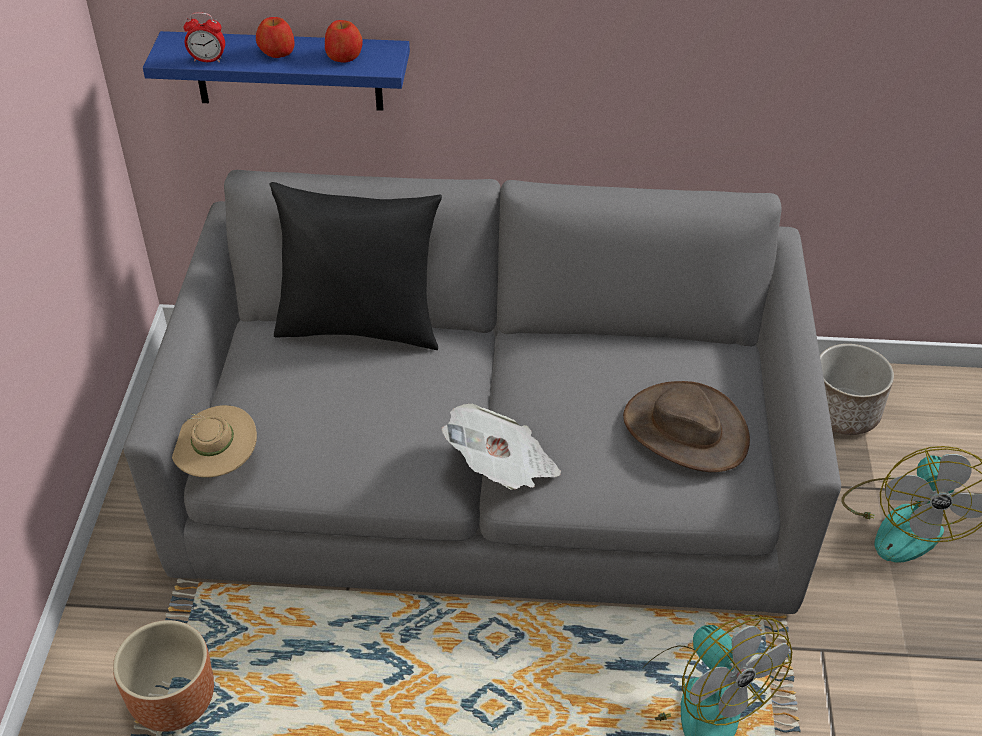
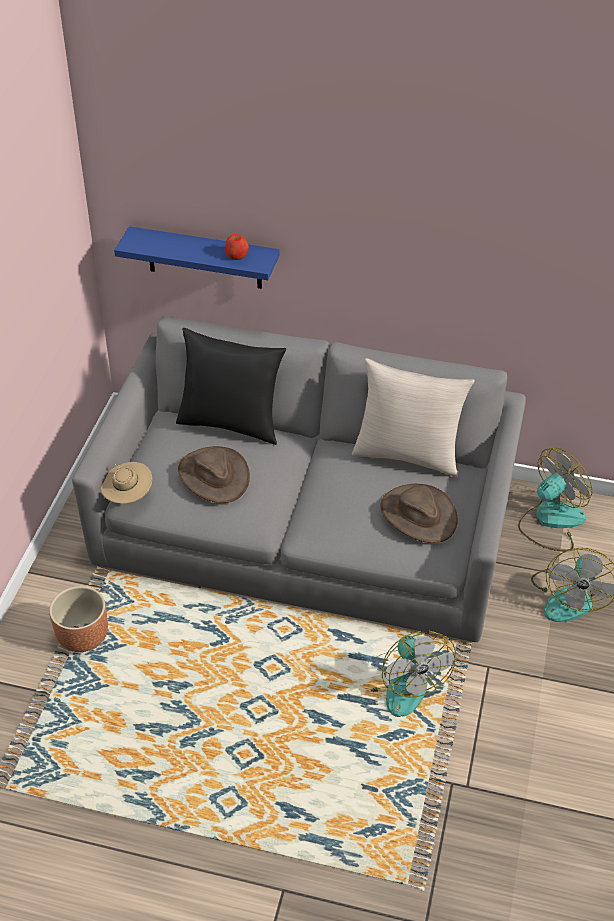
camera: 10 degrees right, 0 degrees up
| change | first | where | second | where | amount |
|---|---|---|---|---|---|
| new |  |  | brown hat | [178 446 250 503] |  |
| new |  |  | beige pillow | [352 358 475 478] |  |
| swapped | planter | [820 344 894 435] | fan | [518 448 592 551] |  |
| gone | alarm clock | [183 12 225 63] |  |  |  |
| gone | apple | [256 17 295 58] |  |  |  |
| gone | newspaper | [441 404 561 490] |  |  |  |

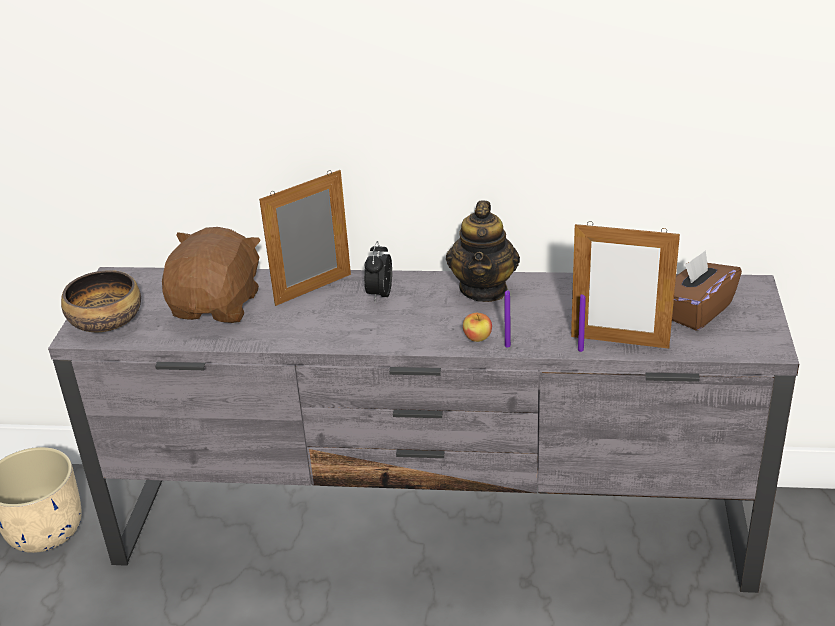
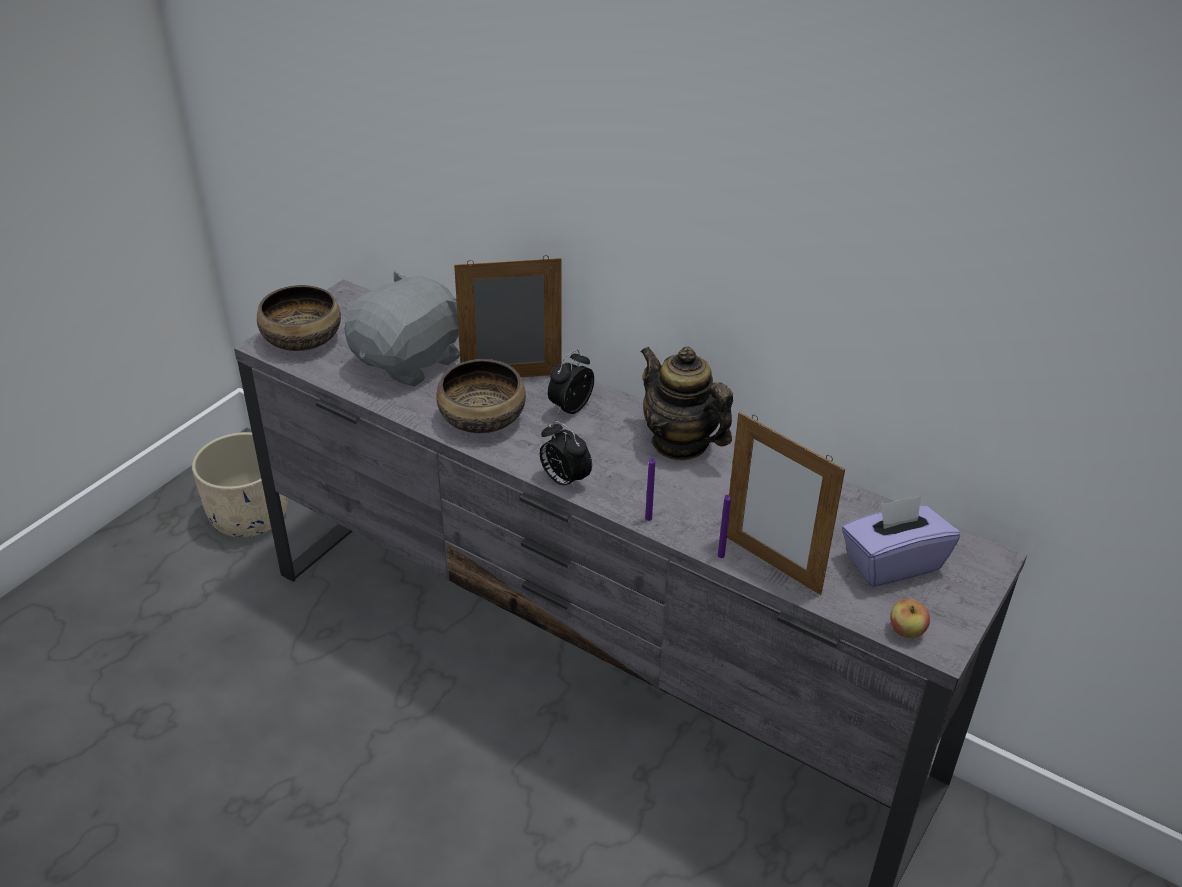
camera: 25 degrees right, 5 degrees up
| change | first | where | second | where | amount |
|---|---|---|---|---|---|
| repainted | brown plush toy | [162 227 261 323] | grey plush toy | [344 271 460 386] |  |
| new |  |  | bowl | [436 359 526 433] |  |
| new |  |  | alarm clock | [540 421 592 491] |  |
| rotated | teapot | [446 200 520 302] |  | [640 346 733 460] | 105 degrees clockwise |
| repainted | brown tissue box | [672 250 742 331] | purple tissue box | [842 496 960 587] |  |
| shifted | apple | [463 313 492 342] |  | [890 599 930 638] |  |

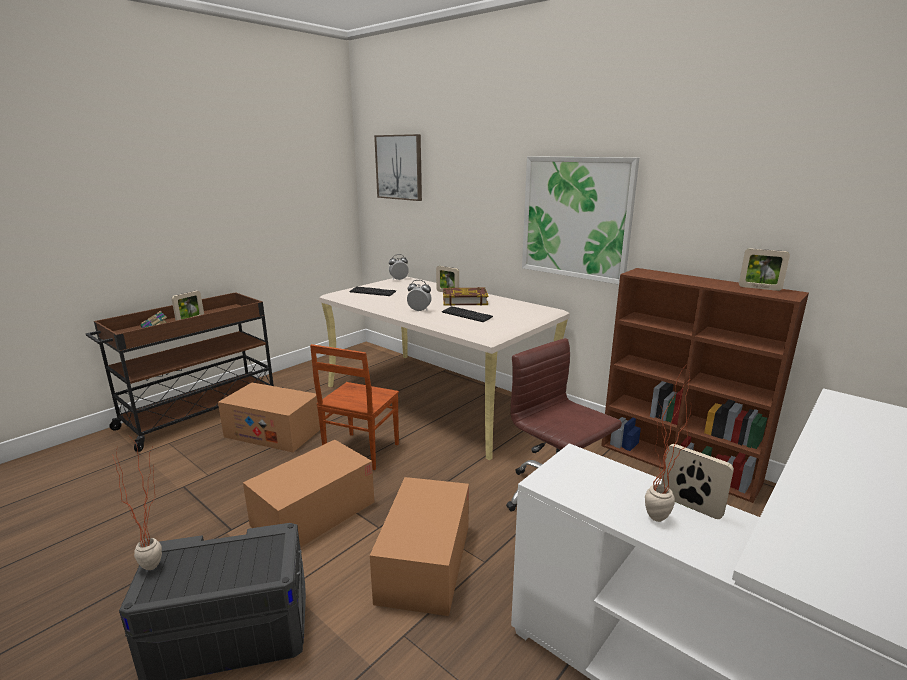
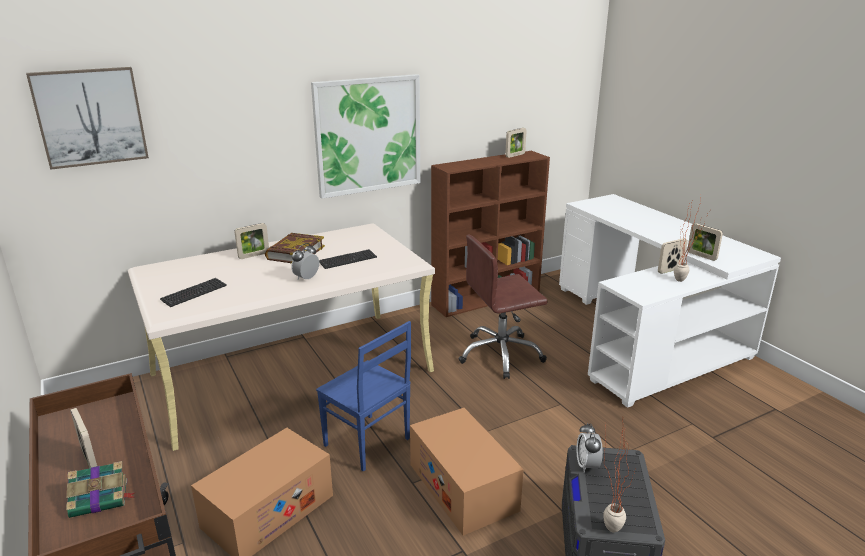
camera: 70 degrees left, 5 degrees up
| change | first | where | second | where | amount |
|---|---|---|---|---|---|
| repainted | brown chair | [310 344 399 470] | blue chair | [316 321 411 472] |  |
| shifted | alarm clock | [389 254 409 280] |  | [576 423 603 473] |  |
| new |  |  | picture frame | [687 223 723 261] |  |
| gone | cardboard box | [370 477 469 616] |  |  |  |

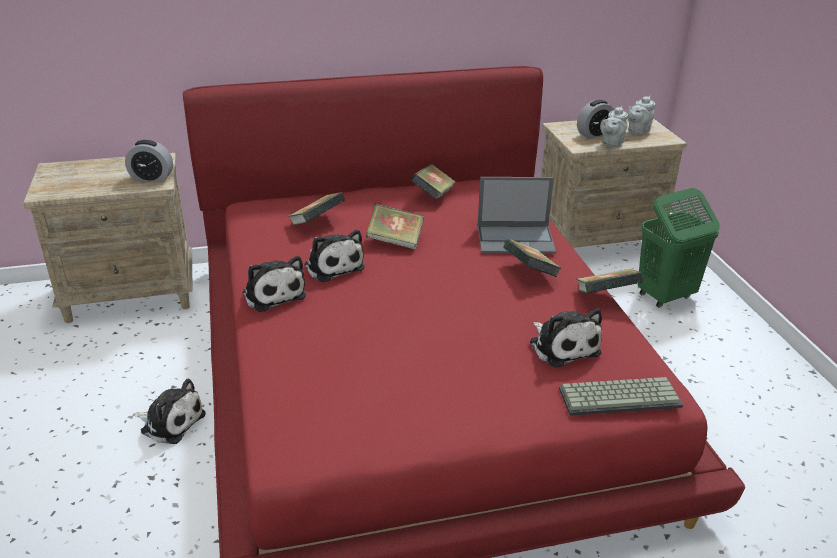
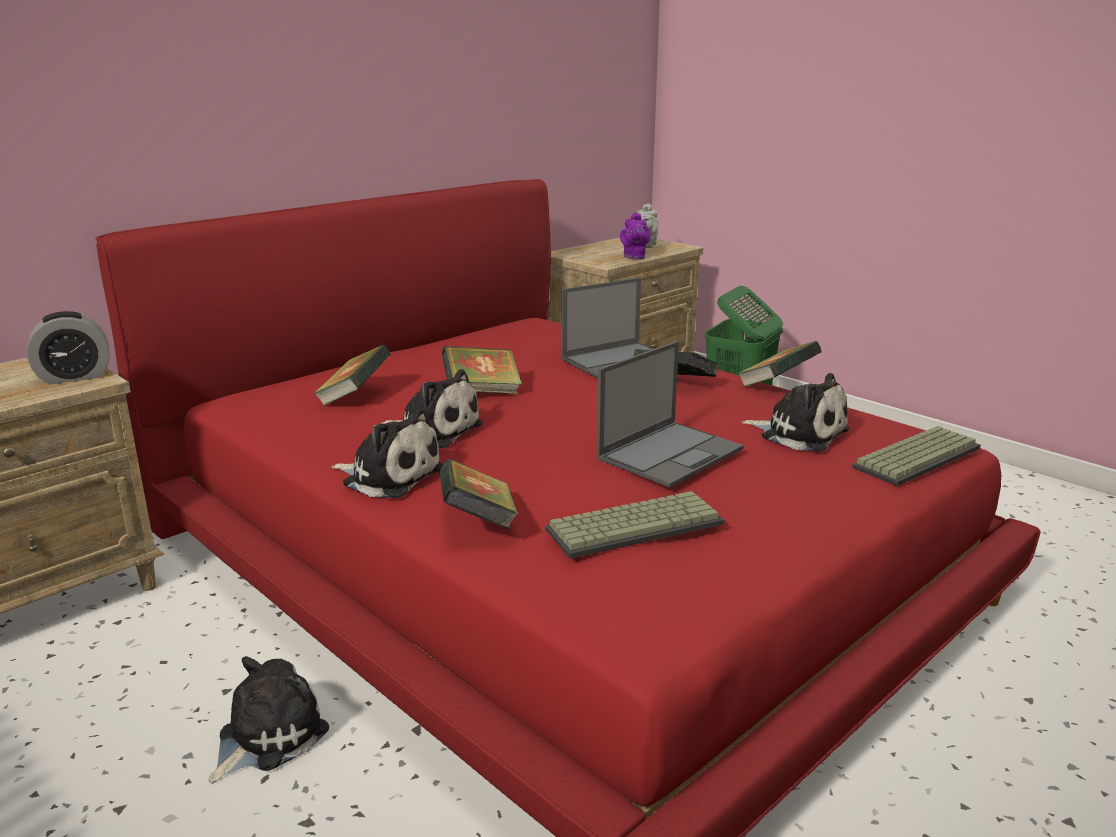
camera: 30 degrees left, 10 degrees down
| change | first | where | second | where | amount |
|---|---|---|---|---|---|
| rotated | plush toy | [133 378 206 444] |  | [209 656 329 784] | 45 degrees counterclockwise |
| shifted | book | [411 164 456 200] |  | [439 459 519 529] |  |
| new |  |  | keyboard | [546 491 725 559] |  |
| new |  |  | laptop | [597 341 744 488] |  |
| repainted | grey teapot | [600 106 628 147] | purple teapot | [620 212 651 259] |  |
| gone | alarm clock | [577 100 614 139] |  |  |  |

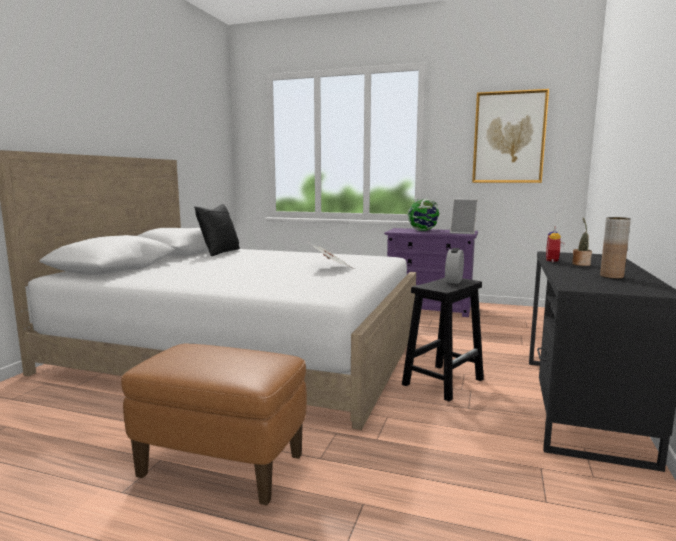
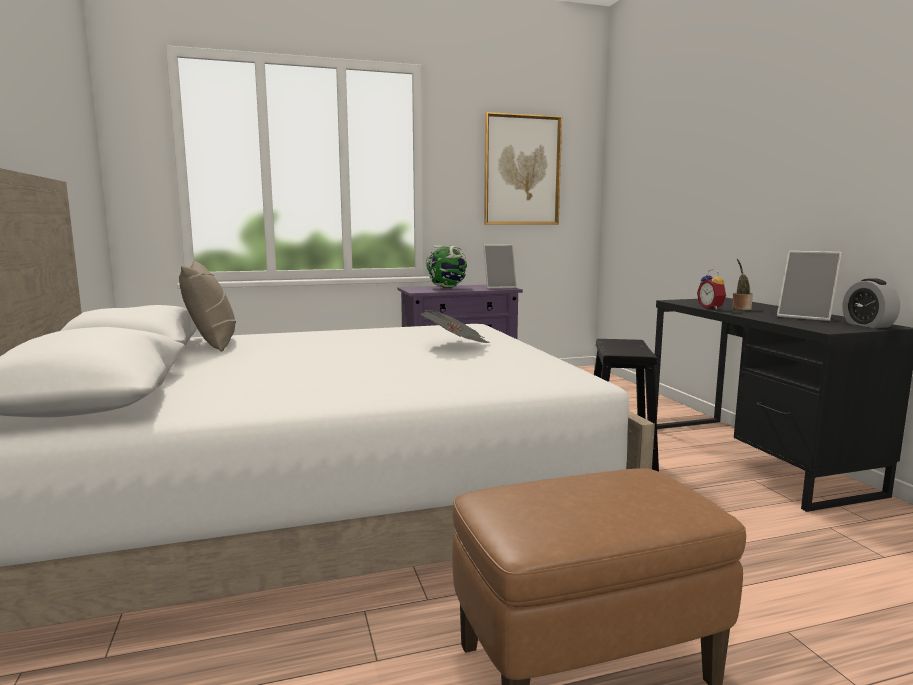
camera: 35 degrees left, 0 degrees up
| change | first | where | second | where | amount |
|---|---|---|---|---|---|
| repainted | black pillow | [194 204 240 256] | beige pillow | [179 261 237 351] |  |
| swapped | brown vase | [600 217 631 279] | picture frame | [777 251 842 321] |  |
| shifted | alarm clock | [445 248 464 284] |  | [842 278 900 328] |  |

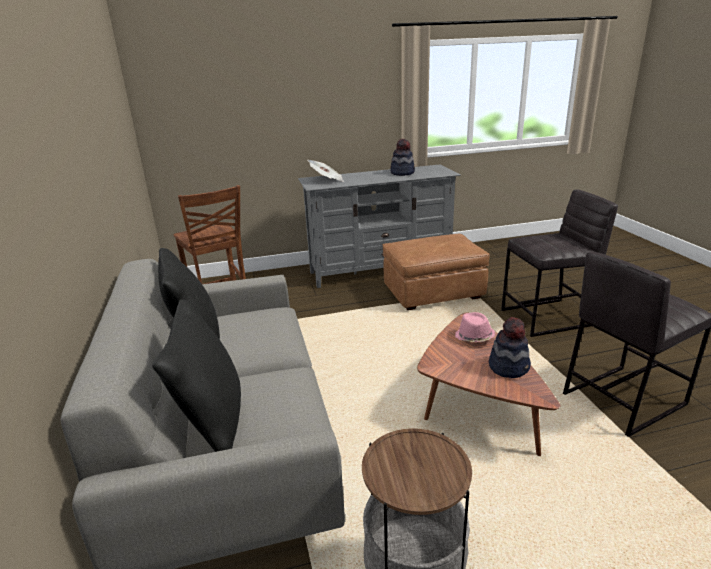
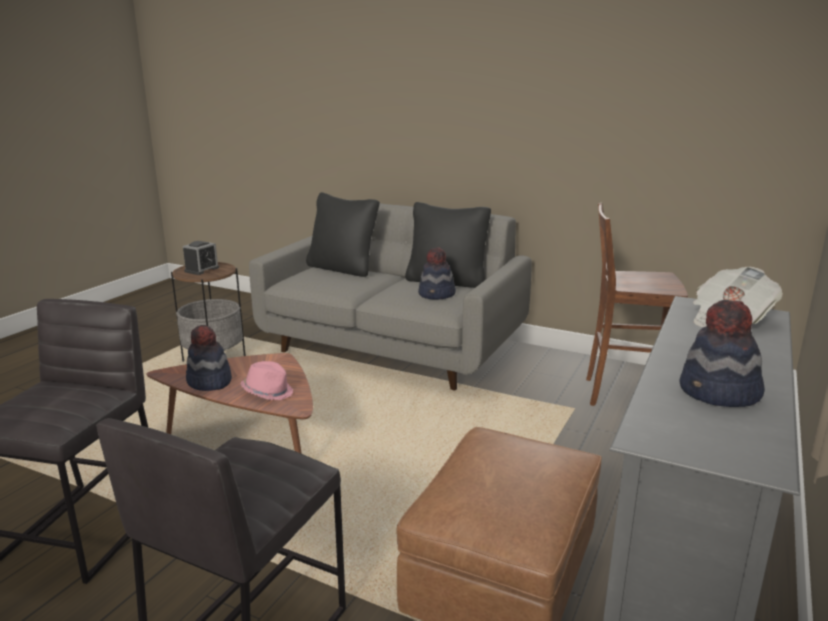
camera: 130 degrees right, 5 degrees down
| change | first | where | second | where | amount |
|---|---|---|---|---|---|
| new |  |  | alarm clock | [183 241 219 275] |  |
| new |  |  | hat | [418 247 456 300] |  |

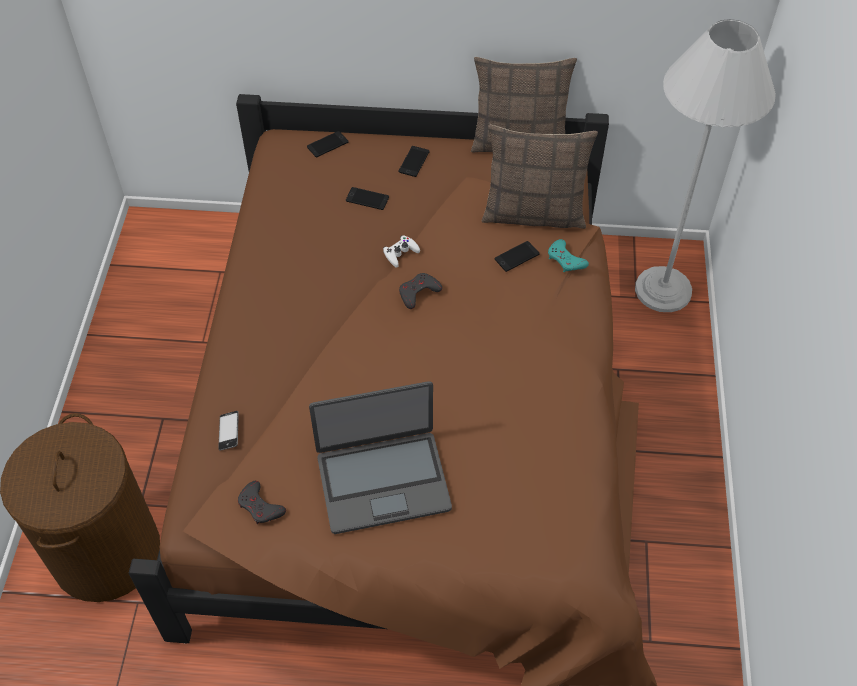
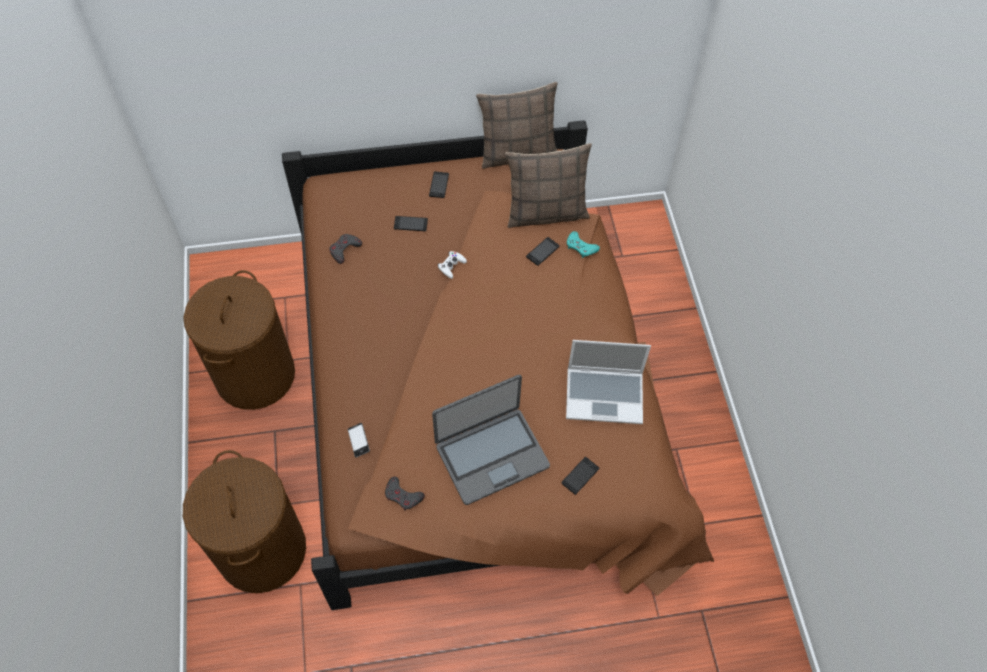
camera: 15 degrees left, 5 degrees up
| change | first | where | second | where | amount |
|---|---|---|---|---|---|
| new |  |  | brown laundry basket | [183 270 295 410] |  |
| shifted | grey game controller | [399 273 442 309] |  | [329 234 362 264] |  |
| shifted | phone | [307 131 348 157] |  | [561 457 599 495] |  |
| new |  |  | laptop | [566 340 651 424] |  |
| gone | white floor lamp | [635 19 776 312] |  |  |  |

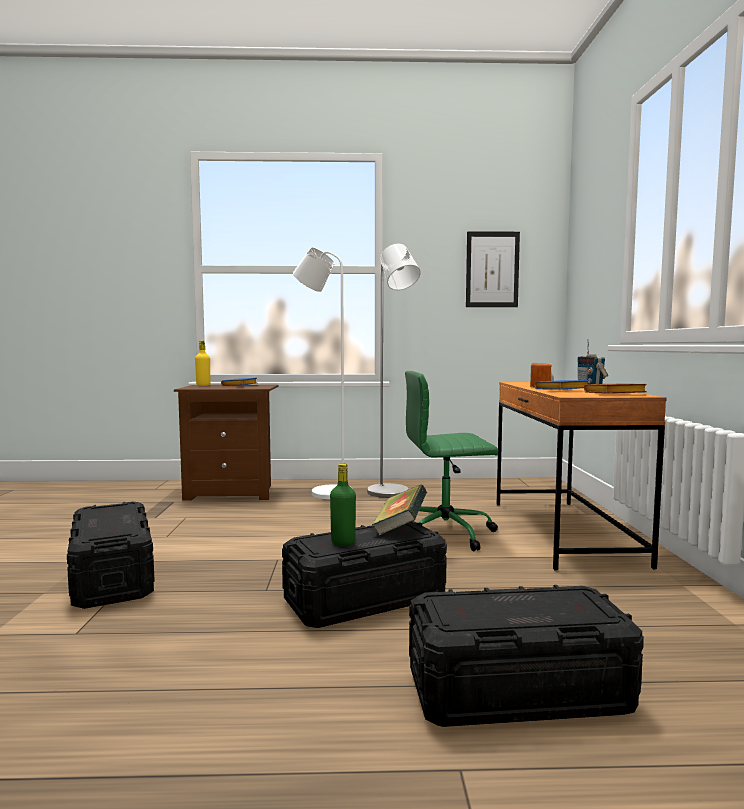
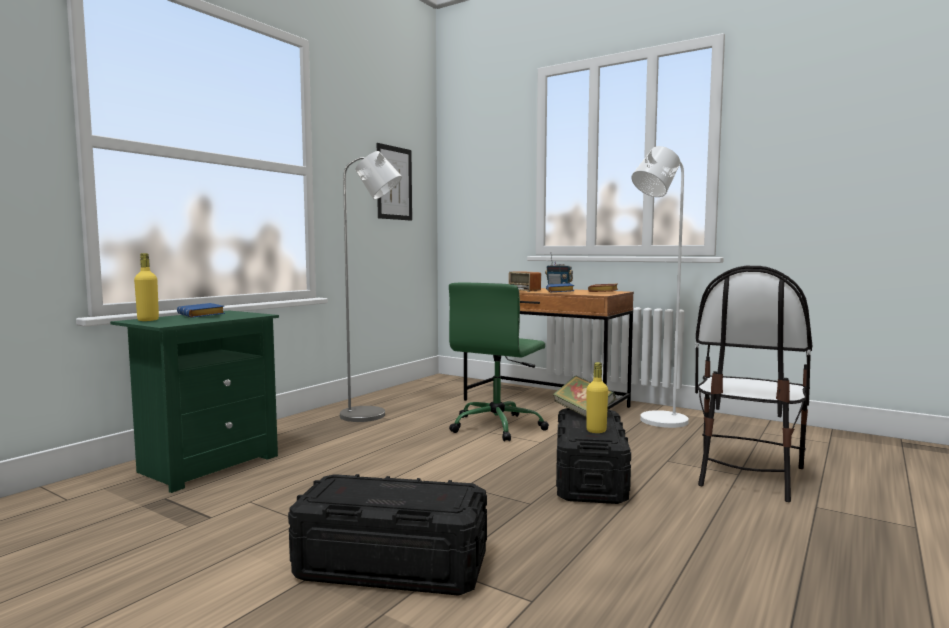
camera: 55 degrees left, 0 degrees up
| change | first | where | second | where | amount |
|---|---|---|---|---|---|
| repainted | brown nightstand | [174 385 279 501] | green nightstand | [110 311 279 493] |  |
| repainted | green bottle | [330 464 356 546] | yellow bottle | [586 362 608 433] |  |
| shifted | white floor lamp | [293 247 353 499] |  | [631 146 689 428] |  |
| swapped | black storage box | [409 585 644 727] | chair | [695 266 812 502] |  |

